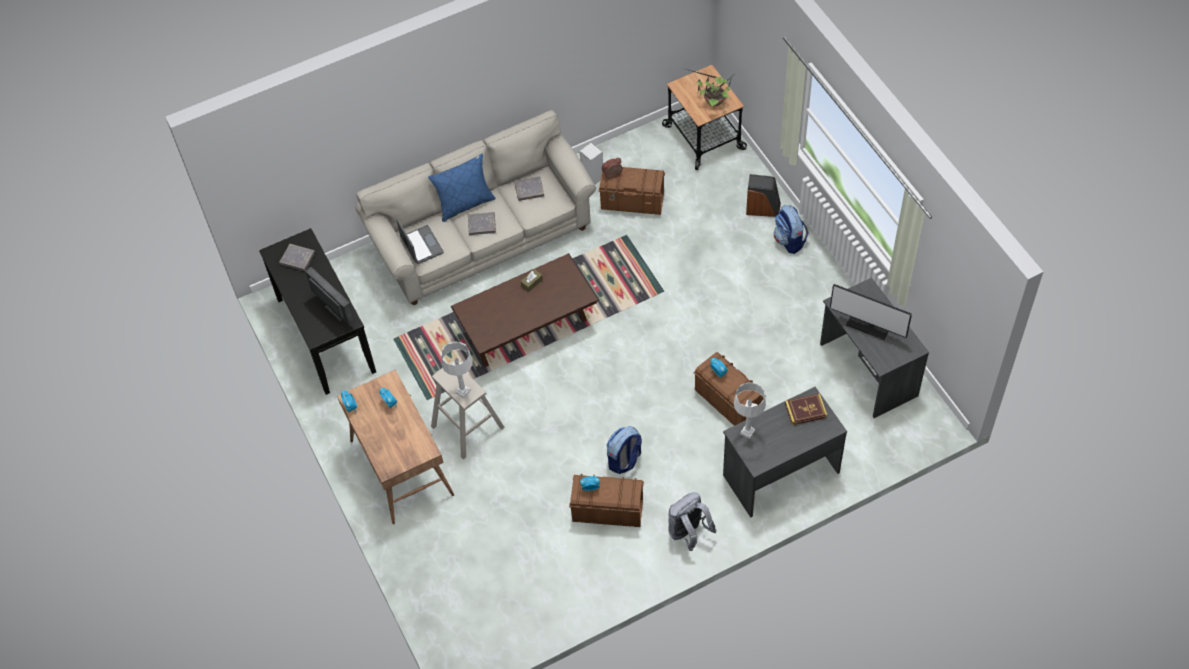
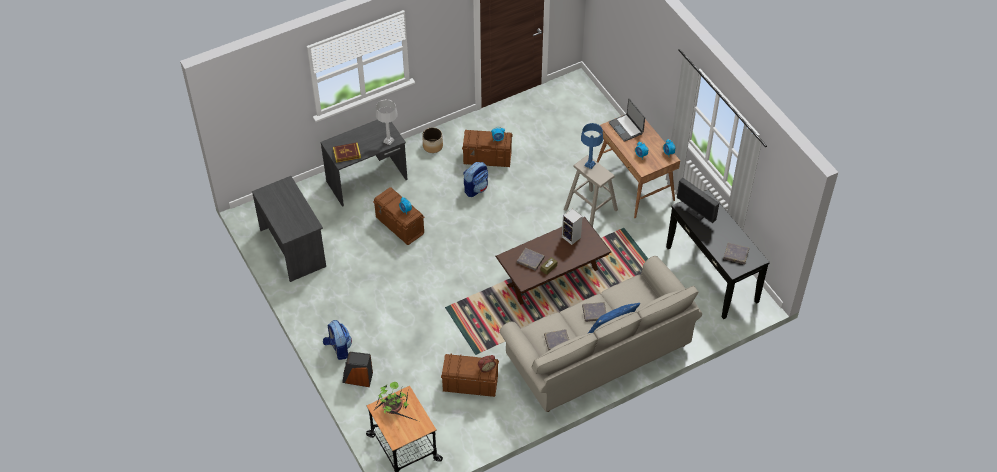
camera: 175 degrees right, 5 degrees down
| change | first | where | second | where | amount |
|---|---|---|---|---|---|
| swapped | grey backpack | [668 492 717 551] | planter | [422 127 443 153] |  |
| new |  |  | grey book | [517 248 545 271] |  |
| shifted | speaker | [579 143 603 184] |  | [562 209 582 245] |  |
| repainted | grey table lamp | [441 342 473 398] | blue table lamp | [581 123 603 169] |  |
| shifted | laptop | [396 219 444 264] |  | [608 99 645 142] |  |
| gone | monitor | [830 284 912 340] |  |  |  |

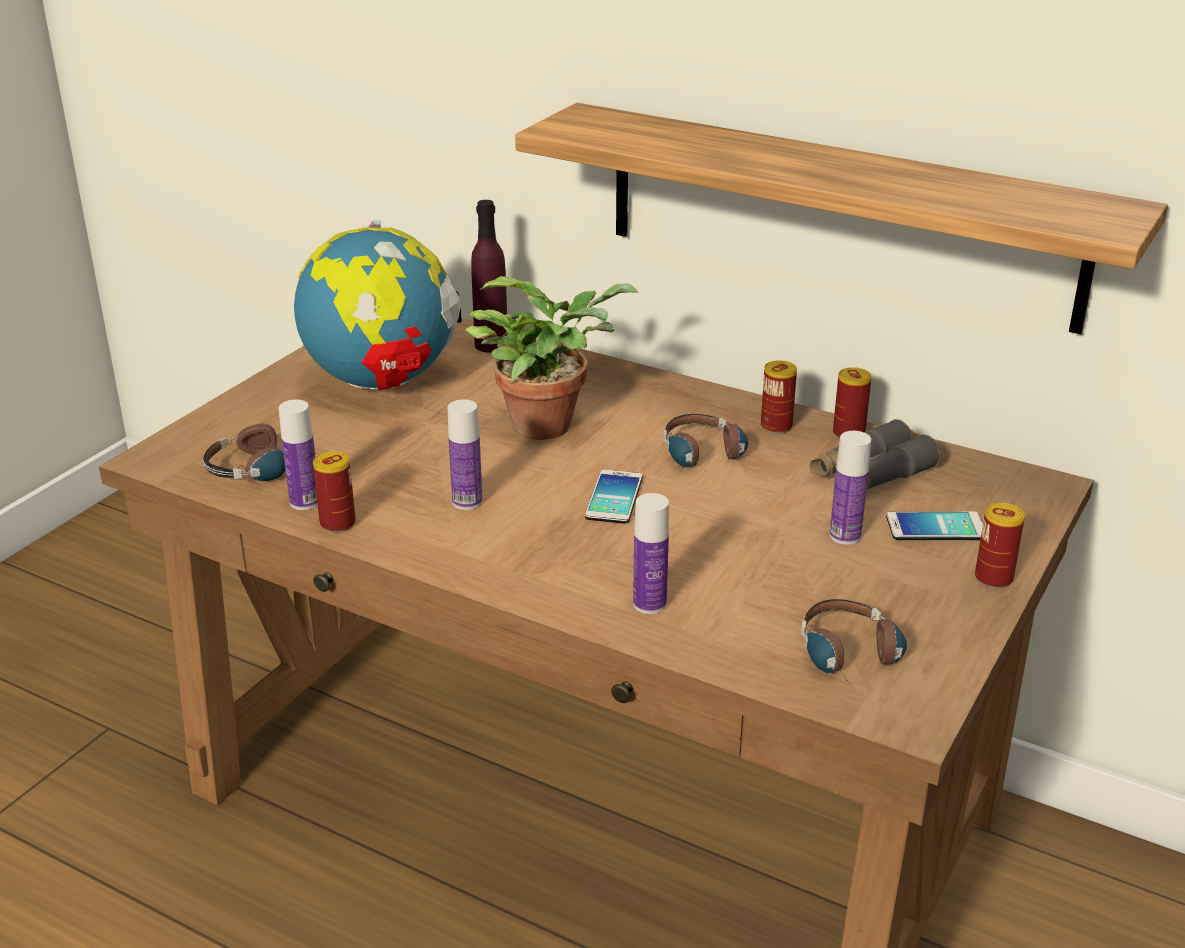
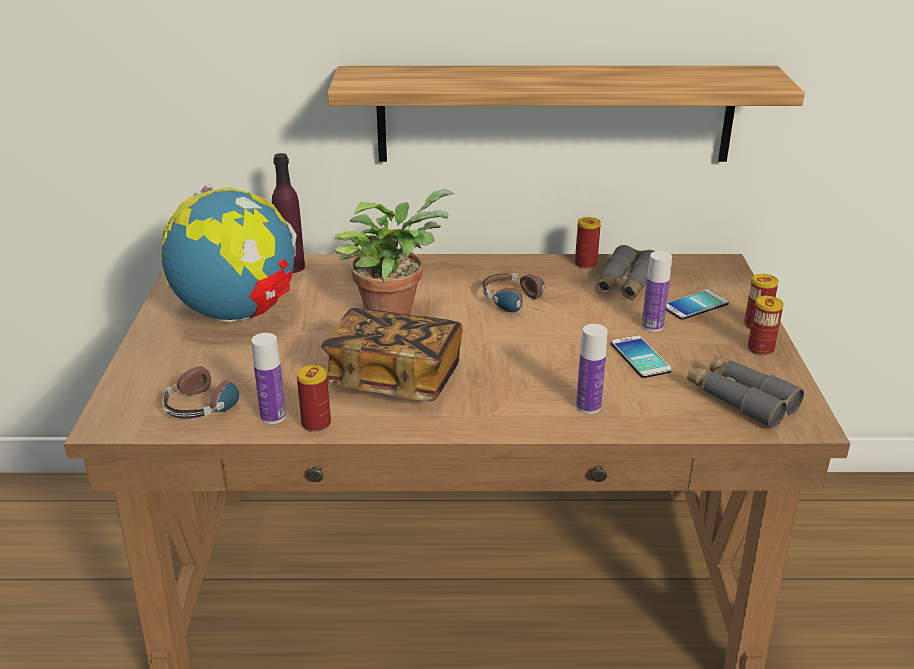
camera: 30 degrees left, 0 degrees up
| change | first | where | second | where | amount |
|---|---|---|---|---|---|
| swapped | bottle | [448 399 483 510] | book | [321 308 463 401] |  |
| shifted | phone | [585 470 642 524] |  | [611 335 672 378] |  |
| swapped | headphones | [801 599 907 692] | grey binoculars | [687 355 804 428] |  |
| shifted | can | [761 360 797 434] |  | [748 296 784 356] |  |

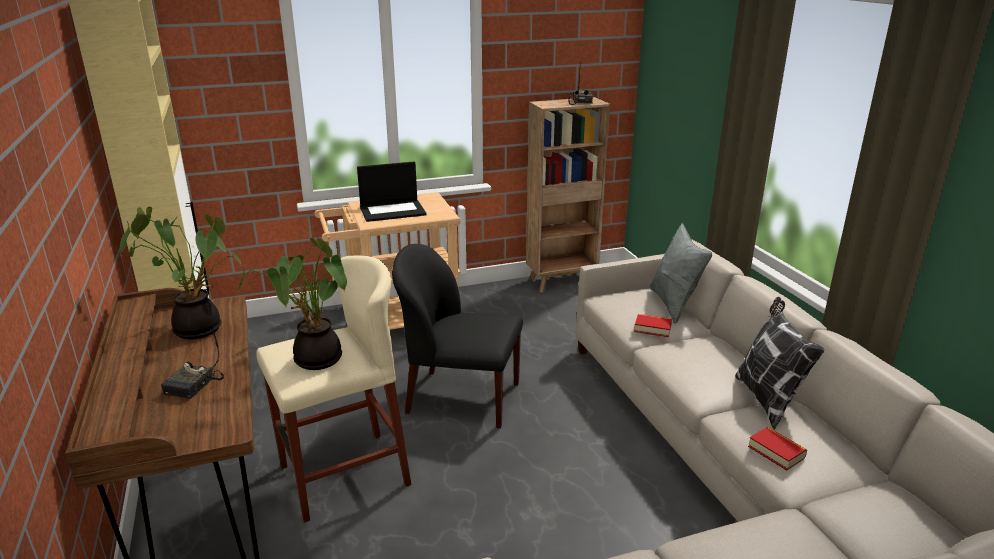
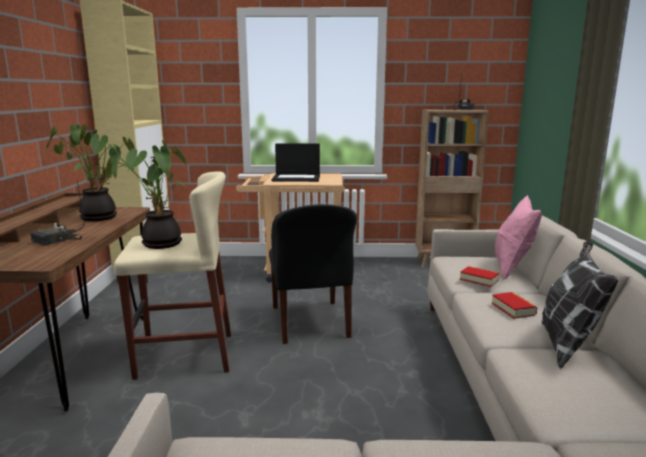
camera: 20 degrees right, 10 degrees down
| change | first | where | second | where | amount |
|---|---|---|---|---|---|
| rotated | black chair | [392 244 523 429] |  | [269 204 357 344] | 135 degrees counterclockwise |
| shifted | book | [748 427 807 470] |  | [491 292 537 319] |  |
| repainted | grey pillow | [650 223 712 324] | pink pillow | [495 195 542 280] |  |

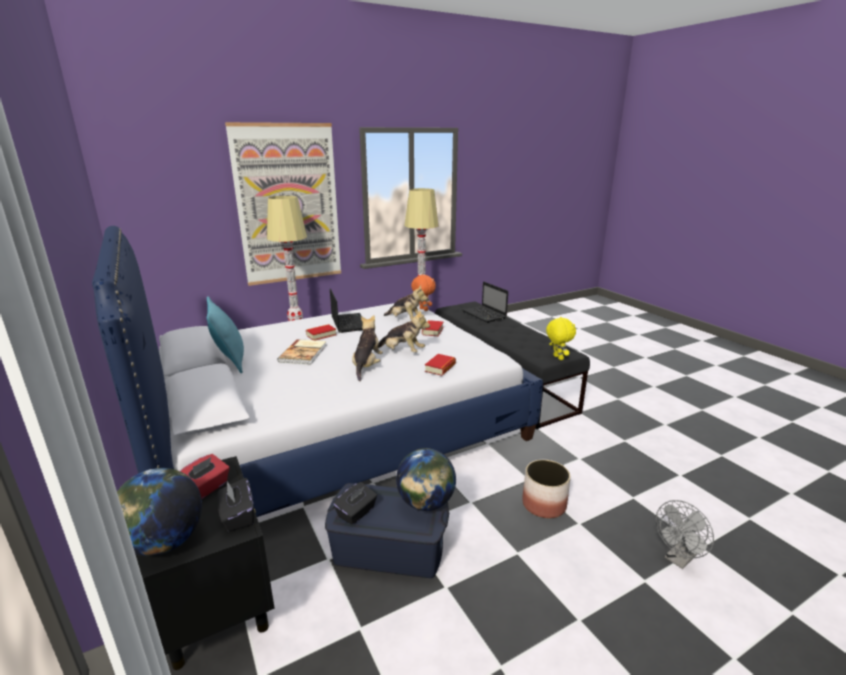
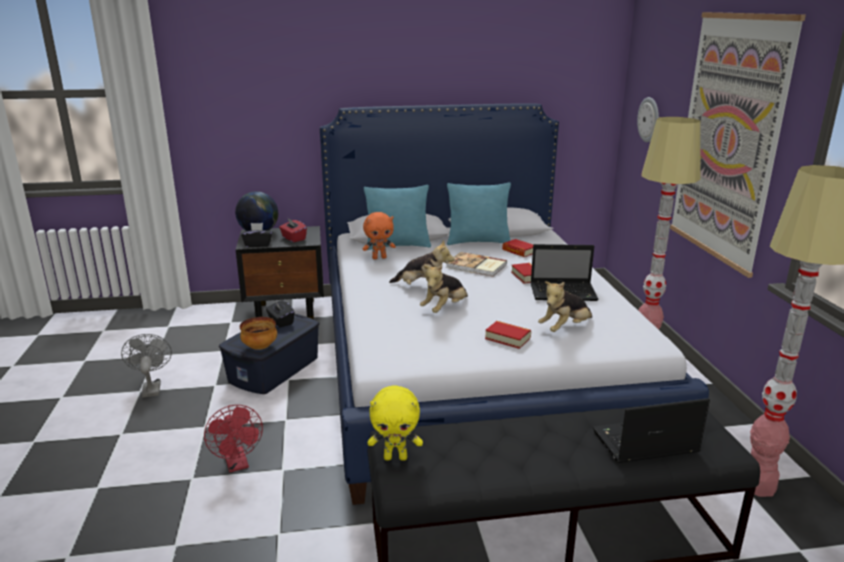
camera: 110 degrees right, 0 degrees up
| change | first | where | second | where | amount |
|---|---|---|---|---|---|
| shifted | grey fan | [656 500 714 569] |  | [121 334 172 398] |  |
| swapped | planter | [522 460 571 518] | red fan | [204 405 263 472] |  |
| swapped | globe | [396 448 456 511] | bowl | [240 317 277 350] |  |
| shifted | orange plush toy | [411 275 436 311] |  | [363 212 396 259] |  |
| new |  |  | turquoise pillow | [364 185 431 250] |  |
| shifted | book | [425 354 456 376] |  | [502 239 533 257] |  |
| new |  |  | wall clock | [637 97 659 142] |  |

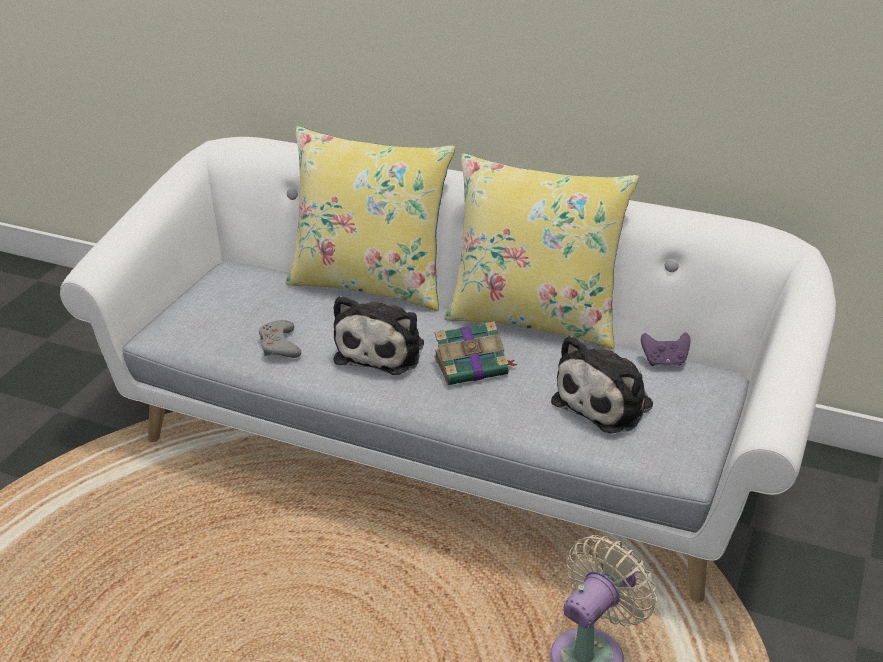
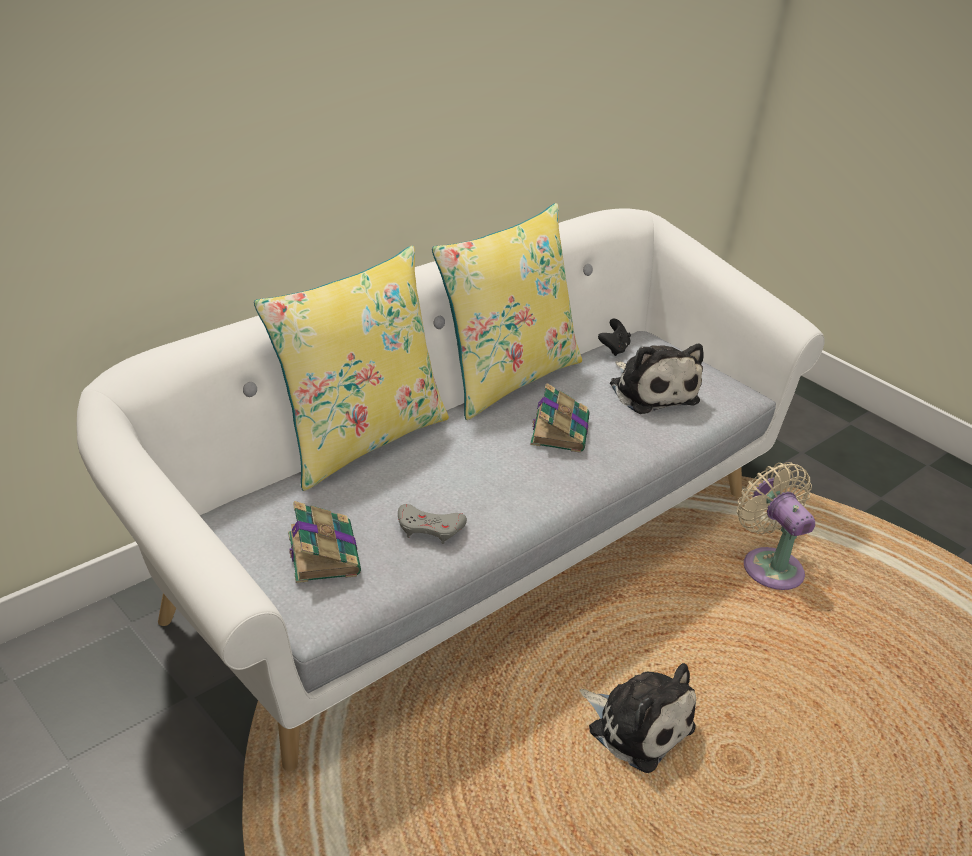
camera: 70 degrees left, 0 degrees up
| change | first | where | second | where | amount |
|---|---|---|---|---|---|
| new |  |  | book | [288 501 361 583] |  |
| shifted | plush toy | [334 296 424 375] |  | [580 663 696 773] |  |
| repainted | purple game controller | [641 333 691 366] | black game controller | [598 319 631 356] |  |

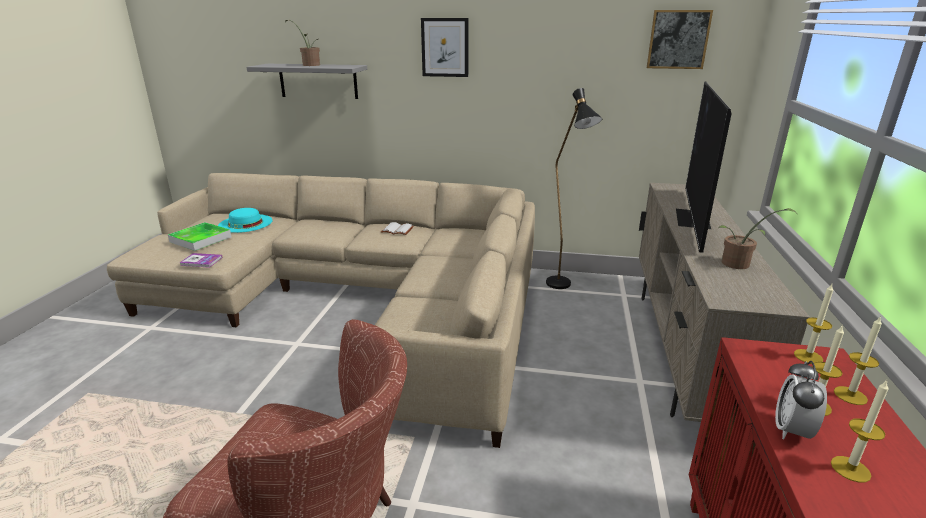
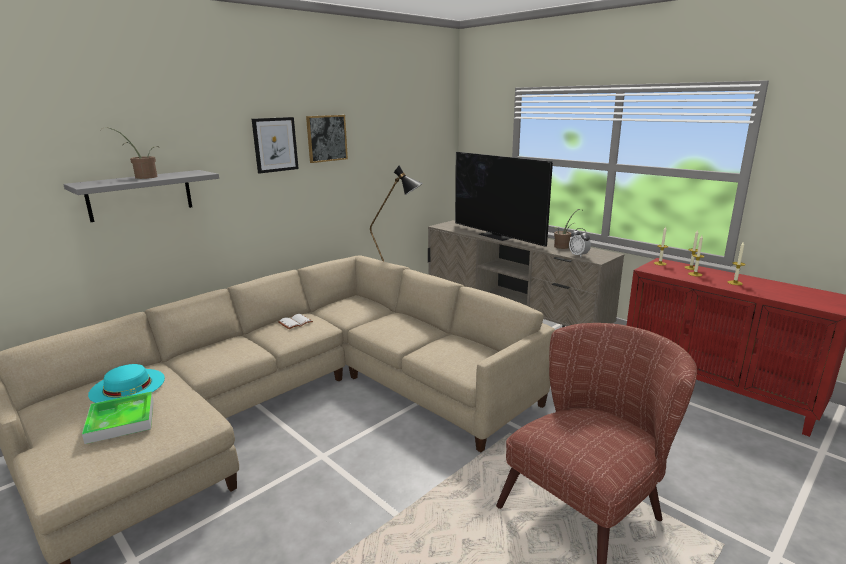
camera: 55 degrees left, 5 degrees down
| change | first | where | second | where | amount |
|---|---|---|---|---|---|
| shifted | picture | [647 10 713 69] |  | [306 115 348 163] |  |
| shifted | alarm clock | [775 361 827 439] |  | [569 228 591 257] |  |
| gone | book | [179 253 223 268] |  |  |  |

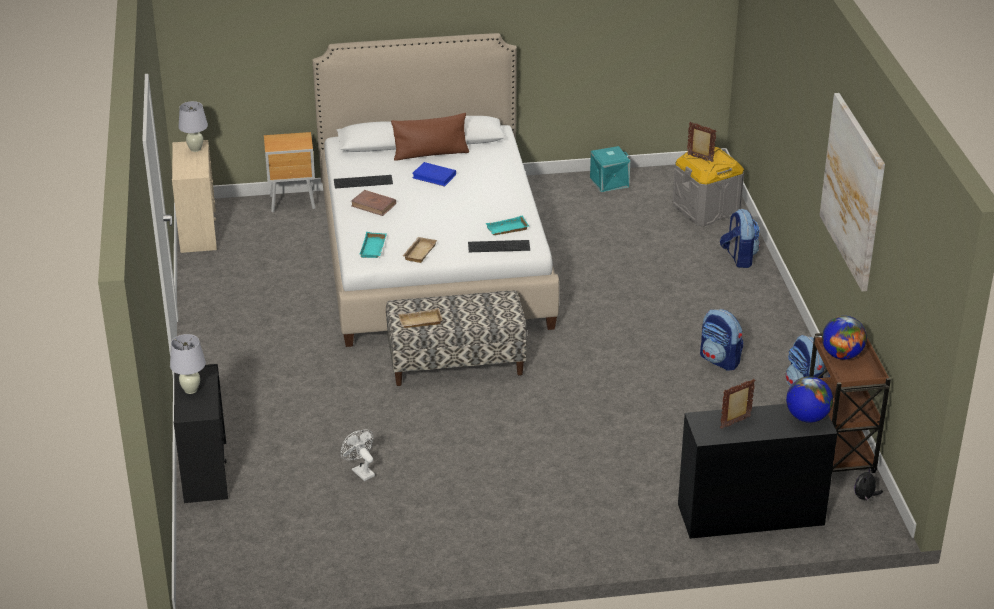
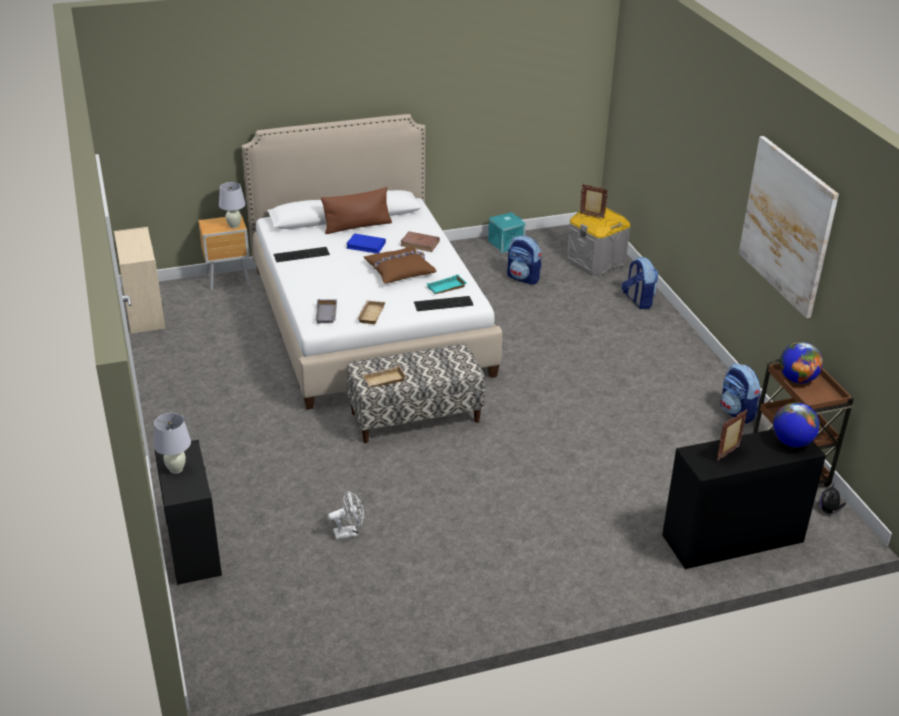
camera: 10 degrees left, 0 degrees up
| change | first | where | second | where | amount |
|---|---|---|---|---|---|
| shifted | white table lamp | [178 101 208 152] |  | [219 182 246 228] |  |
| repainted | turquoise tray | [360 232 387 258] | grey tray | [316 299 337 324] |  |
| rotated | white fan | [341 430 375 481] |  | [328 491 364 540] | 120 degrees clockwise |
| new |  |  | brown pillow | [364 246 437 284] |  |
| shifted | brown book | [351 190 396 216] |  | [400 231 440 252] |  |
| shifted | backpack | [700 309 743 371] |  | [507 236 541 285] |  |

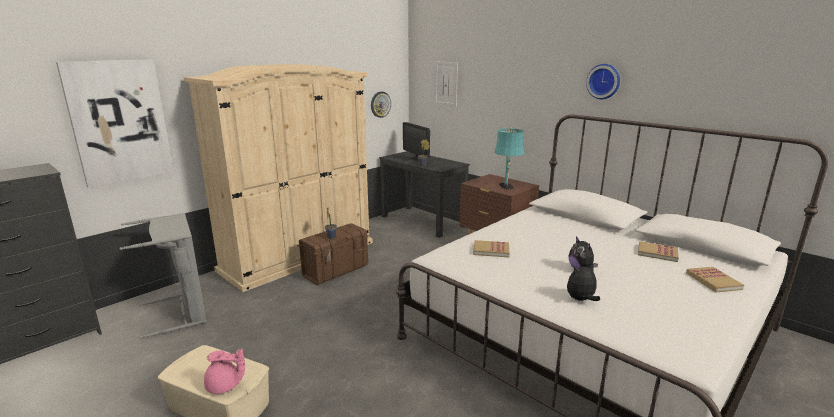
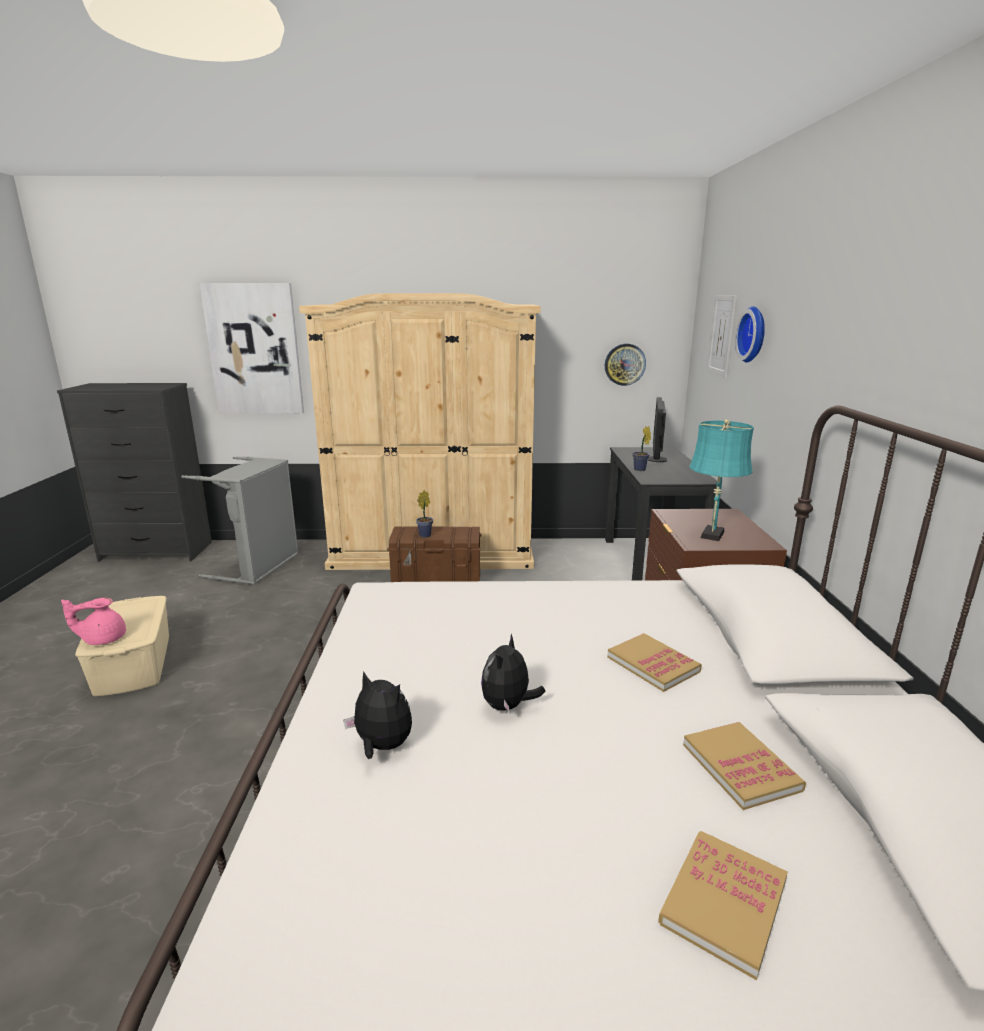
camera: 45 degrees right, 0 degrees up
| change | first | where | second | where | amount |
|---|---|---|---|---|---|
| rotated | pink teapot | [204 349 245 394] |  | [61 598 126 645] | 105 degrees clockwise |
| shifted | book | [473 240 509 257] |  | [607 633 702 692] |  |
| shifted | wall clock | [586 64 620 99] |  | [735 306 765 363] |  |

